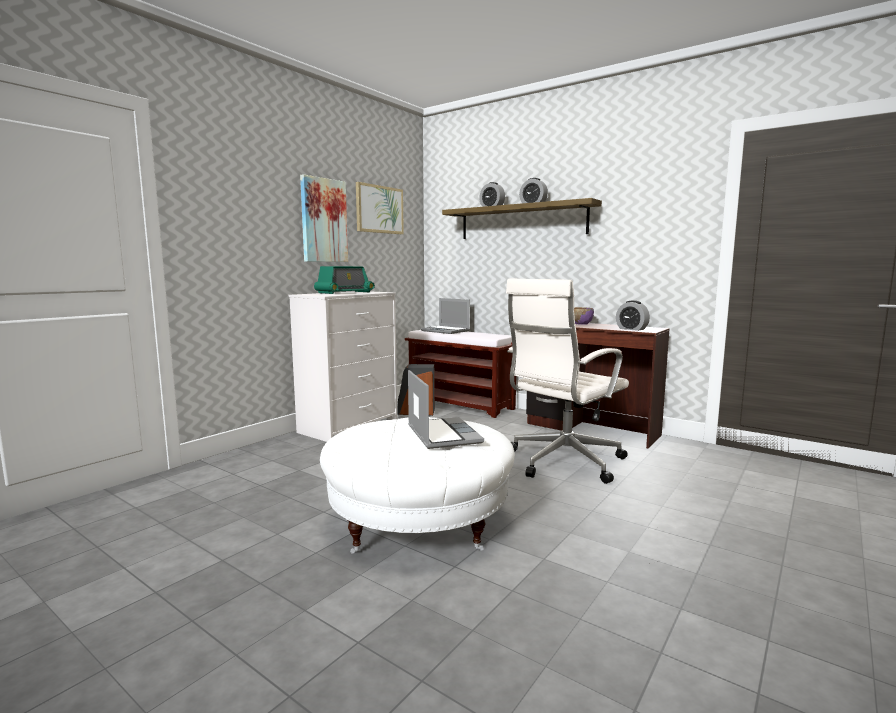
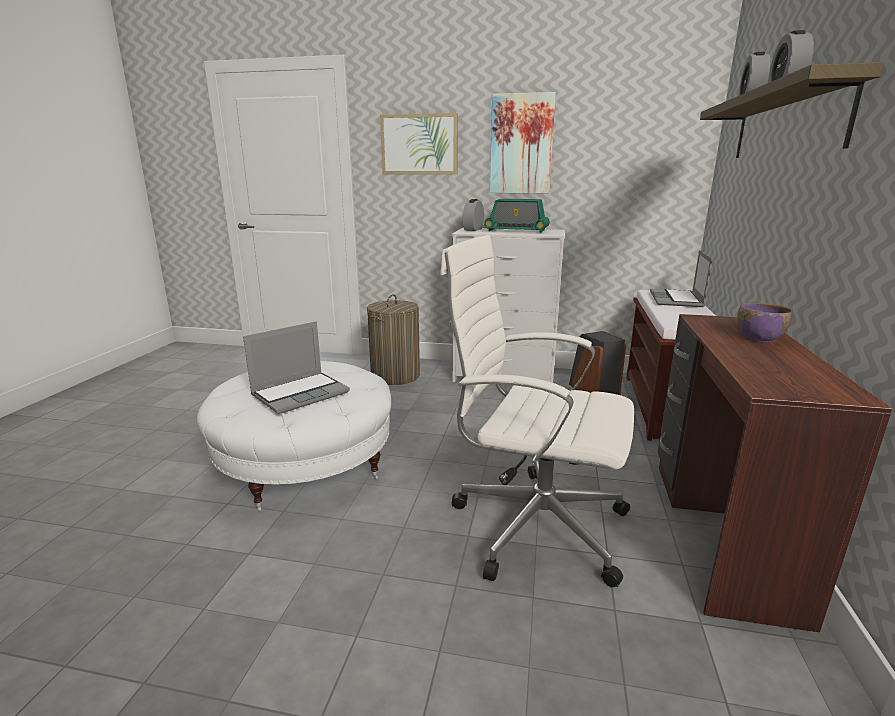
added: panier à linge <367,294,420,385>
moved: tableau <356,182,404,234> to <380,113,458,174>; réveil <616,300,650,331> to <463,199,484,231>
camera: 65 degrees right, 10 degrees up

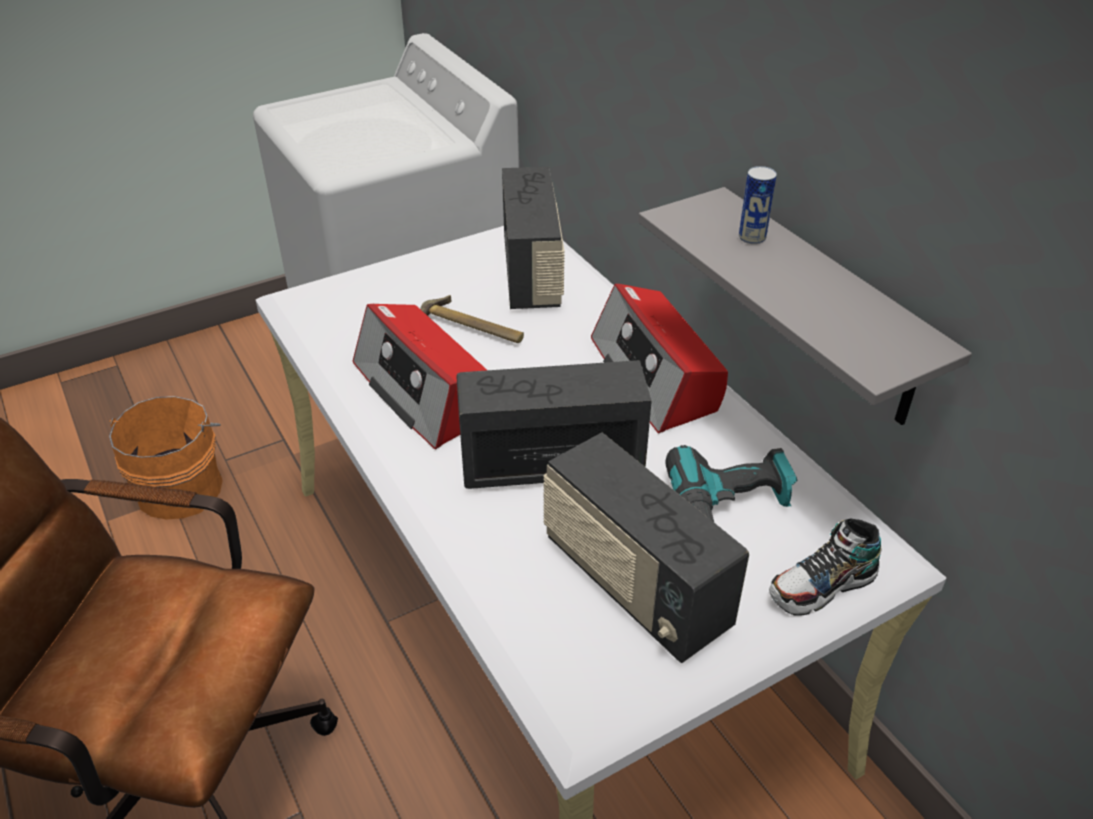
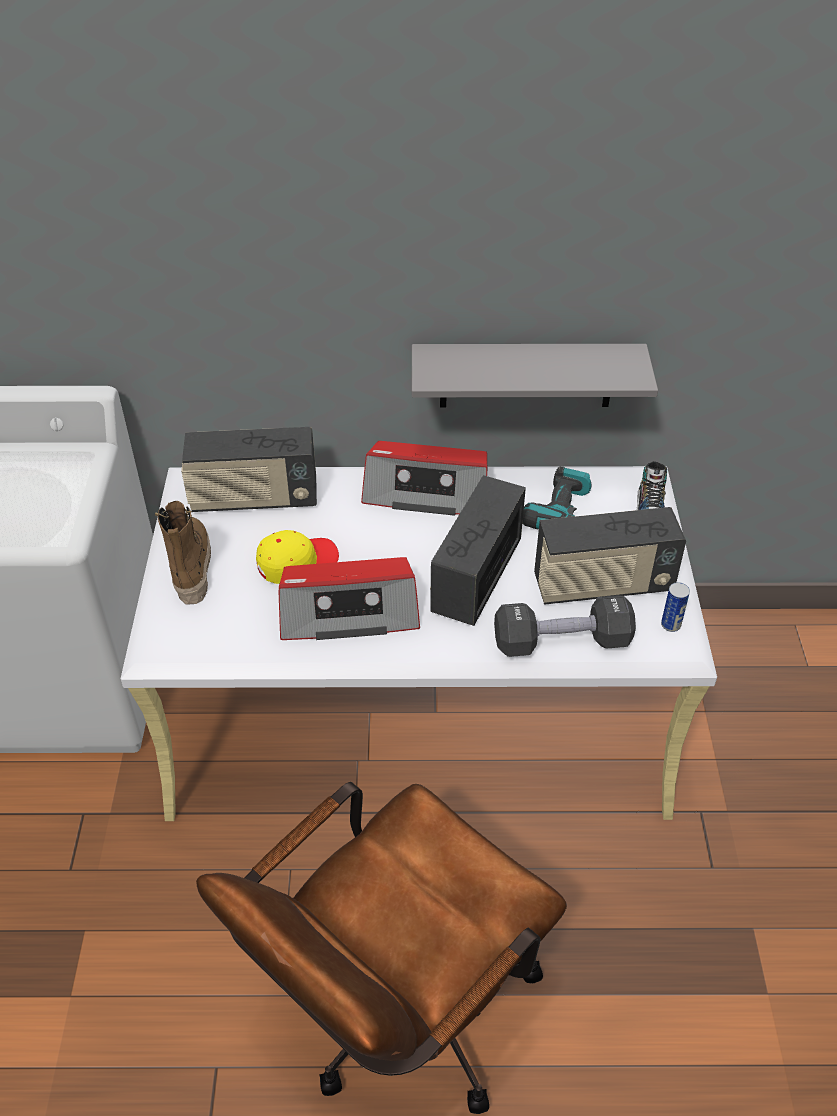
removed: seau (orange) <109,396,223,519>
added: botte <155,501,211,605>; haltère (noir) <494,595,636,657>
moved: boîte métallique <739,166,777,244> to <661,582,690,632>
replaced: marteau <420,295,524,343> to casquette (jaune) <256,530,339,584>
turned: radio <502,167,565,309> = <181,427,317,512> 150 degrees clockwise
camera: 60 degrees left, 5 degrees up

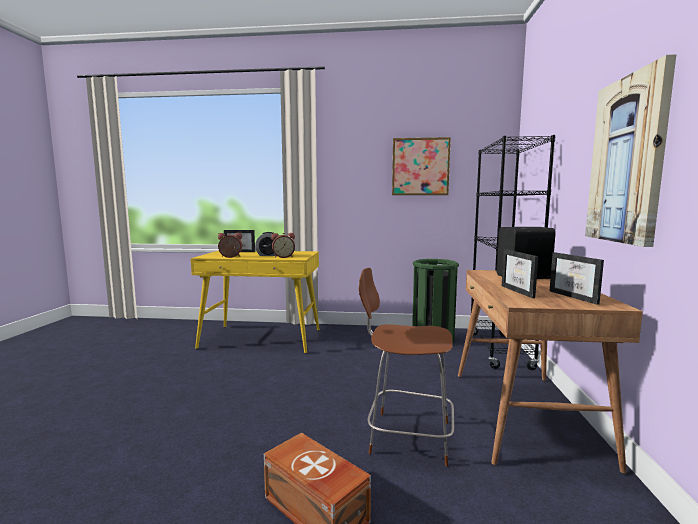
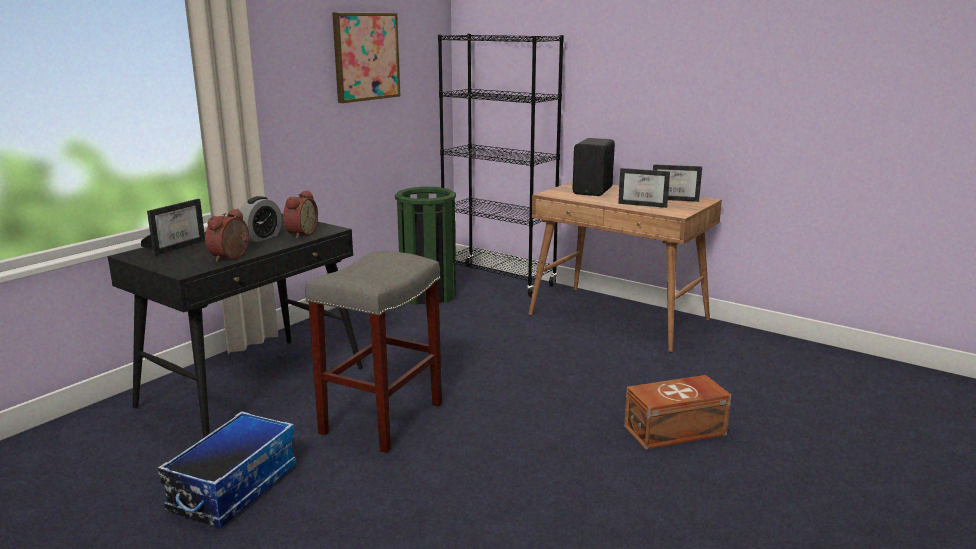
removed: tableau <585,54,676,247>; chaise (marron) <359,268,454,467>
added: tabouret (gris) <305,251,442,453>; boîte de rangement <158,411,296,528>
recoloured: bureau (jaune) <191,250,320,354> to bureau (noir) <107,214,363,438>
camera: 60 degrees left, 10 degrees up

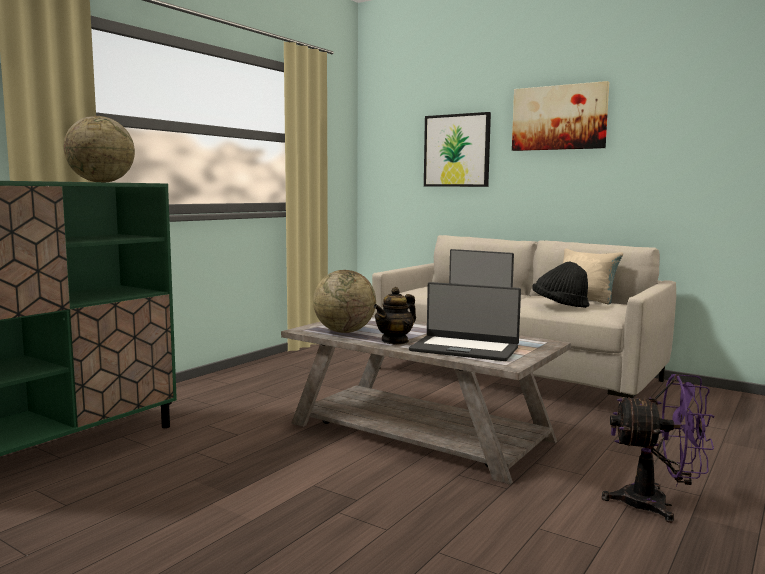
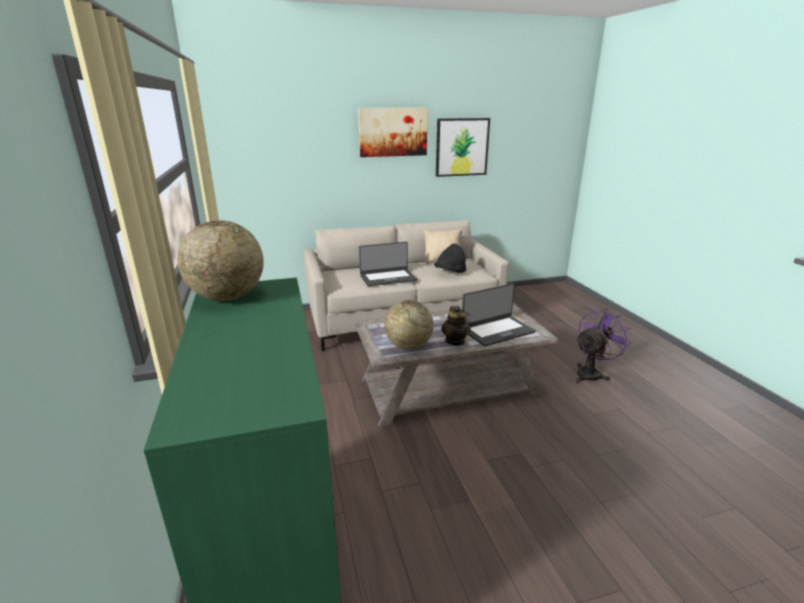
moved: tableau <424,112,491,187> to <436,118,490,177>
camera: 50 degrees left, 15 degrees up

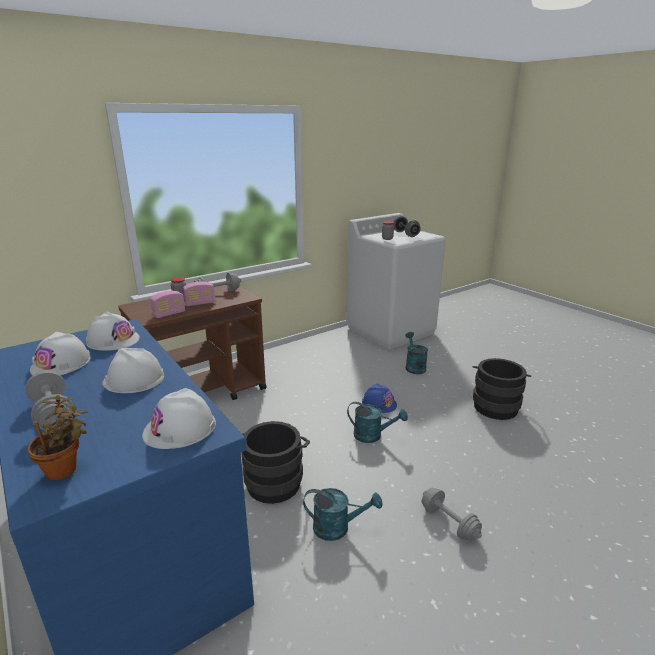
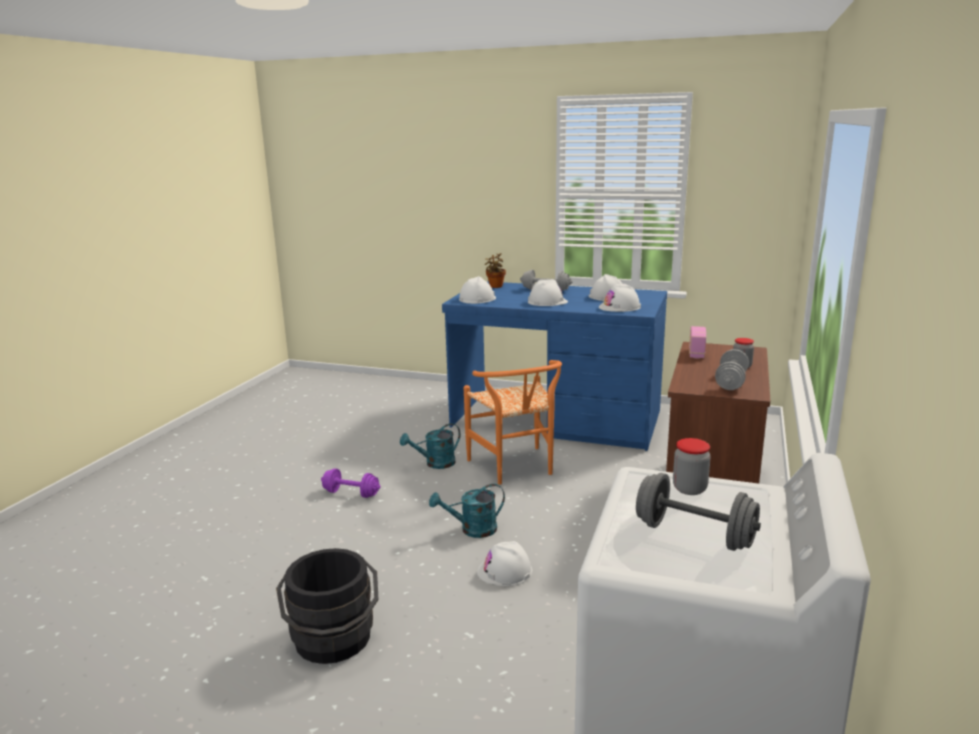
removed: radio <183,281,215,306>; arrosoir (turquoise) <405,332,428,374>
replaced: seau (noir) <241,421,310,504> to chaise (orange) <464,360,562,485>
recoloured: casque de chantier (bleu) <362,383,397,413> to casque de chantier (blanc) <477,541,533,586>; haltère (gris) <422,488,482,542> to haltère (violet) <321,468,381,498>
camera: 145 degrees right, 5 degrees down

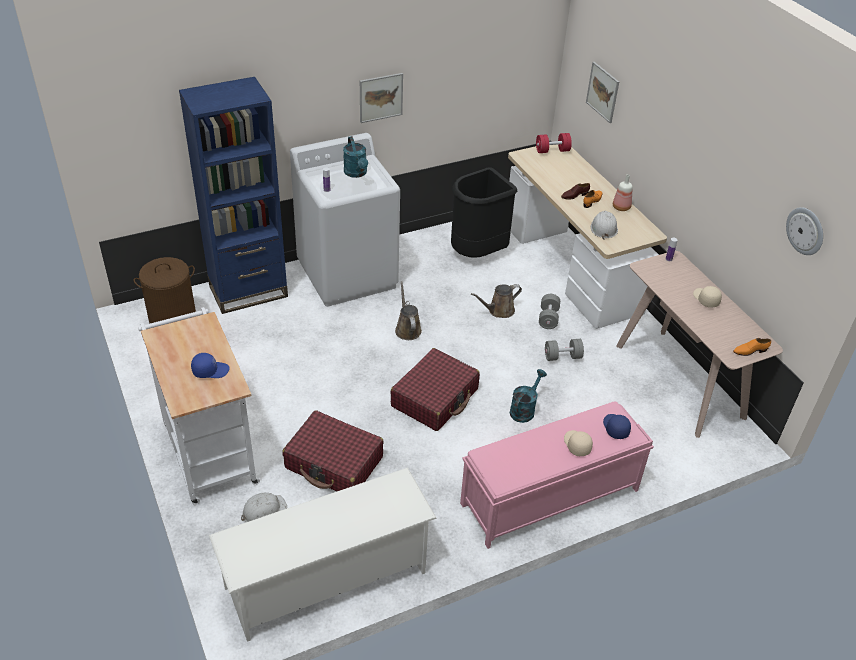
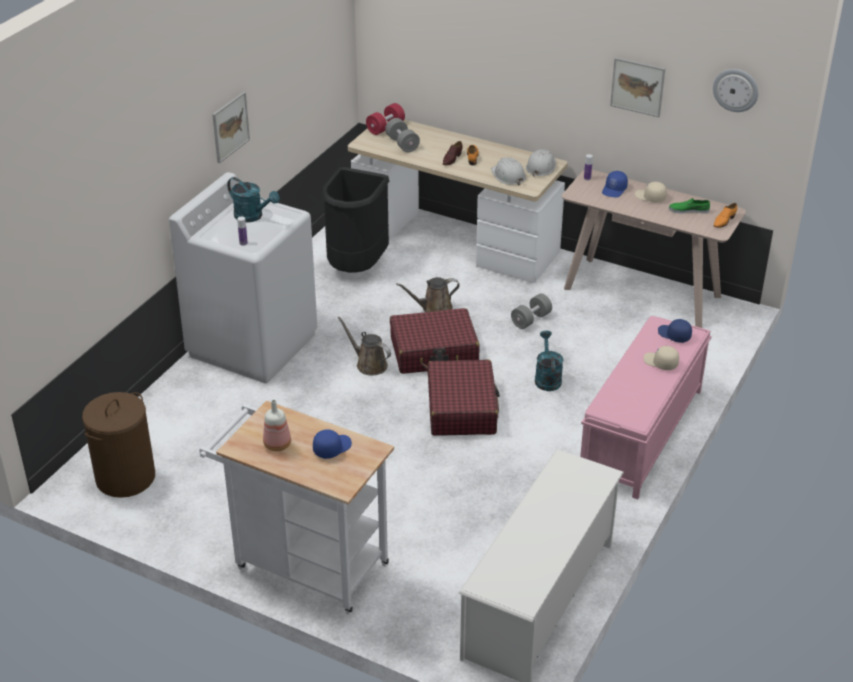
removed: bibliothèque (bleu) <179,77,288,314>
added: casquette (bleu) <602,171,628,198>; chaussure (vert) <669,198,710,214>
moved: tableau <586,62,619,123> to <610,57,665,117>; bouteille <613,174,633,211> to <263,400,291,451>; haltère (gris) <539,294,560,329> to <385,118,420,152>; valise (rouge) <282,410,384,492> to <390,308,480,374>; casque de chantier (blanc) <241,493,287,522> to <526,149,556,177>
turned: arrosoir (marron) <471,284,522,318> = <396,277,460,312> 45 degrees clockwise
camera: 35 degrees left, 5 degrees down

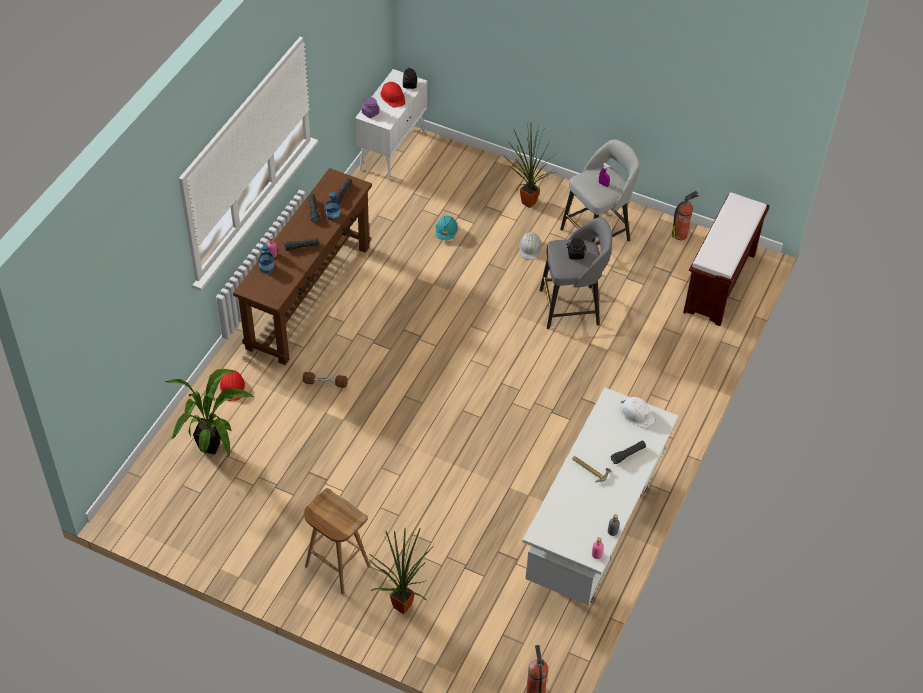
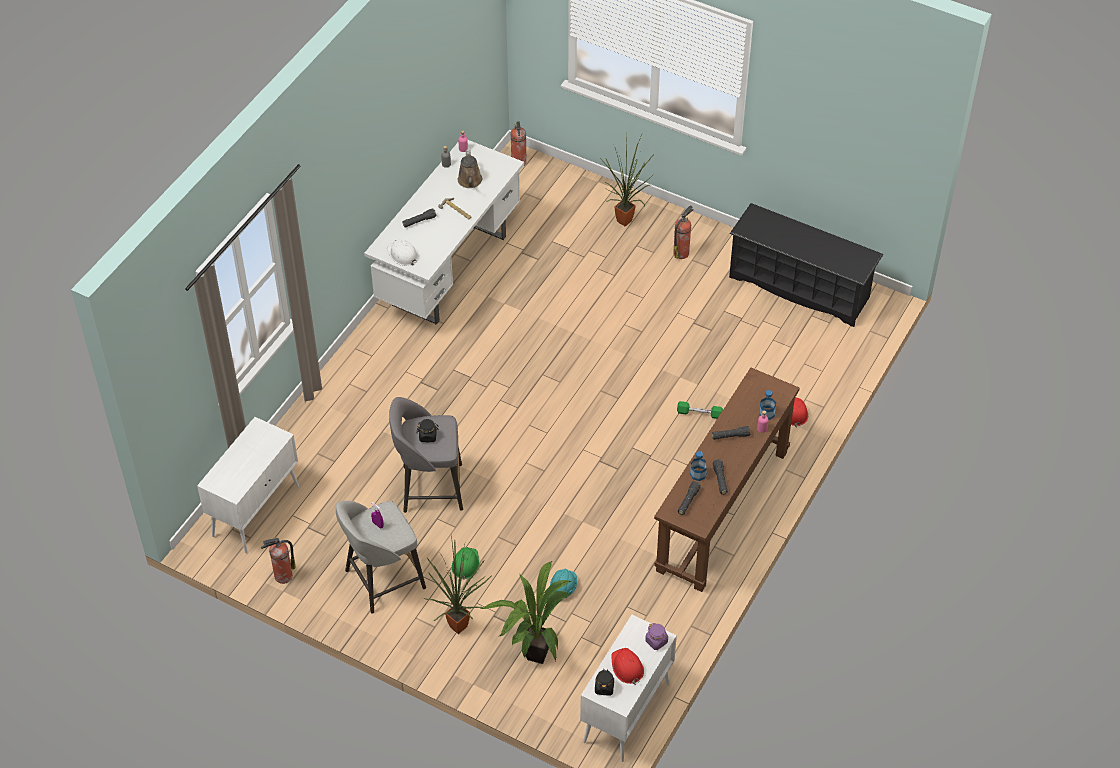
added: arrosoir (marron) <458,150,482,188>; étagère à chaussures (noir) <729,203,883,327>
moved: plante en pot <166,369,254,458> to <480,561,572,664>
replaced: banc (marron) <683,192,770,326> to meuble de rangement (blanc) <197,417,299,553>; tabouret (marron) <304,488,371,595> to extincteur <673,205,694,259>
recoloured: casque de chantier (blanc) <519,232,542,260> to casque de chantier (vert) <452,547,479,581>; haltère (marron) <303,372,348,388> to haltère (vert) <677,401,723,419>
camera: 175 degrees left, 0 degrees up

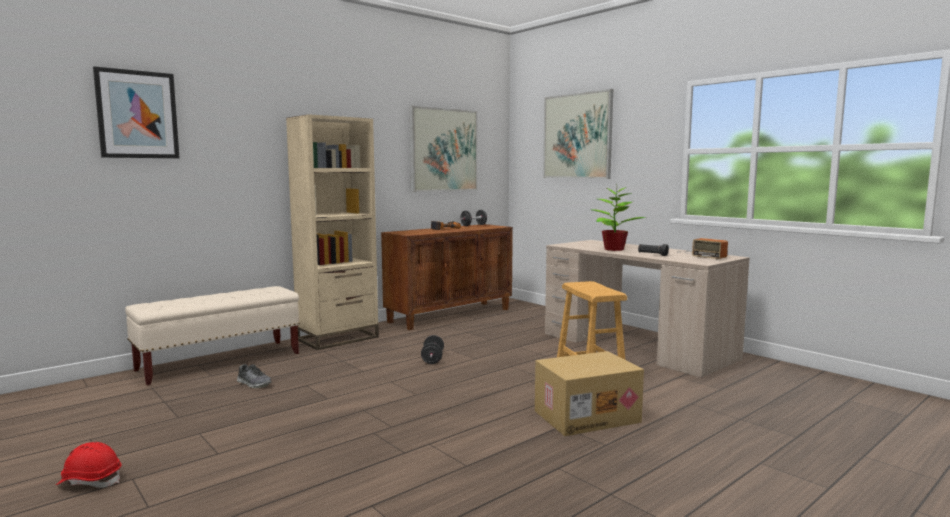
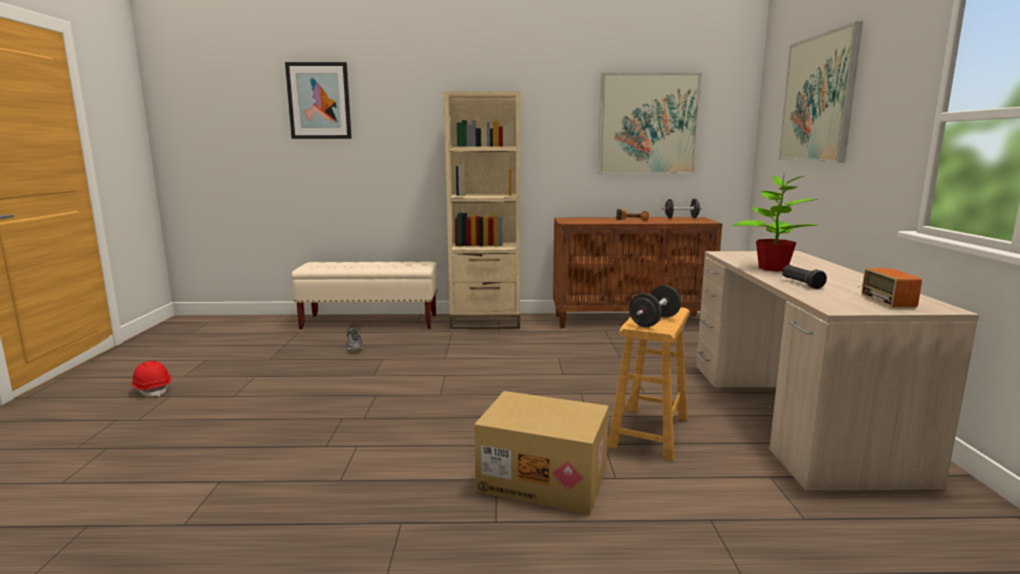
moved: haltère (noir) <421,335,444,364> to <629,285,681,327>
camera: 40 degrees right, 5 degrees up

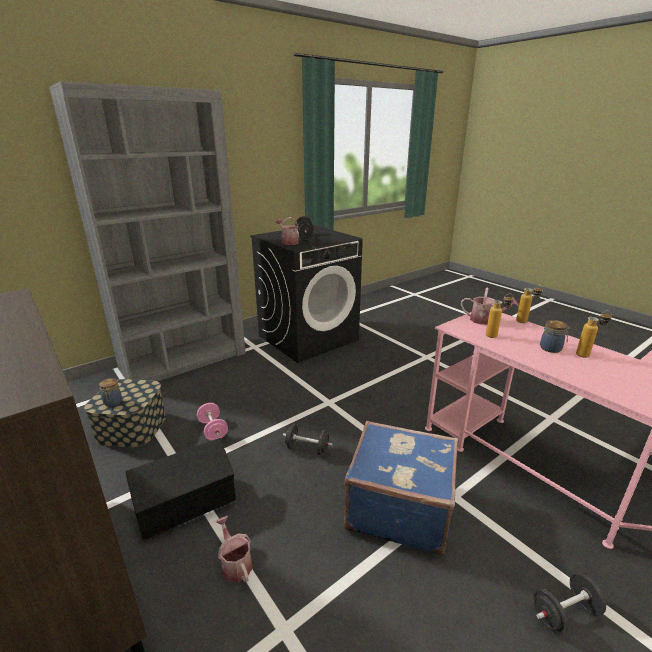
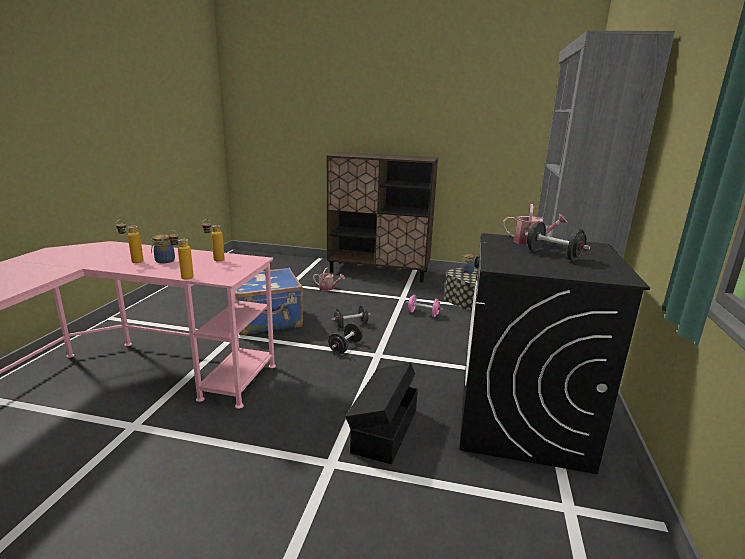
removed: arrosoir <461,287,519,325>
moved: boîte de rangement (noir) <126,438,236,540> to <345,363,418,464>; haltère (noir) <533,573,606,634> to <328,323,363,354>
camera: 140 degrees right, 5 degrees down

